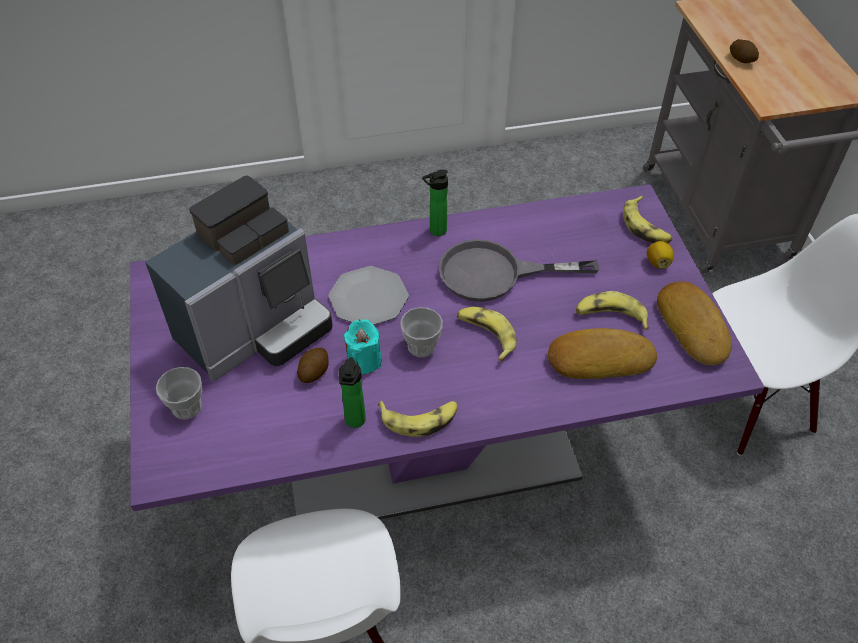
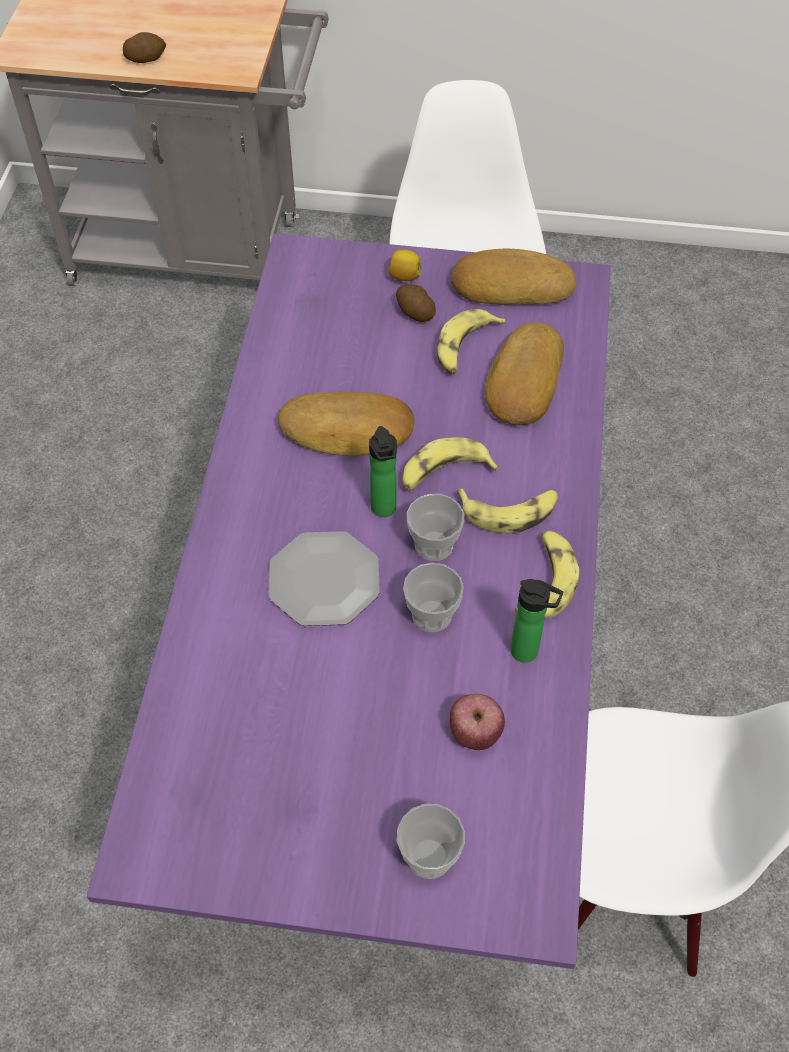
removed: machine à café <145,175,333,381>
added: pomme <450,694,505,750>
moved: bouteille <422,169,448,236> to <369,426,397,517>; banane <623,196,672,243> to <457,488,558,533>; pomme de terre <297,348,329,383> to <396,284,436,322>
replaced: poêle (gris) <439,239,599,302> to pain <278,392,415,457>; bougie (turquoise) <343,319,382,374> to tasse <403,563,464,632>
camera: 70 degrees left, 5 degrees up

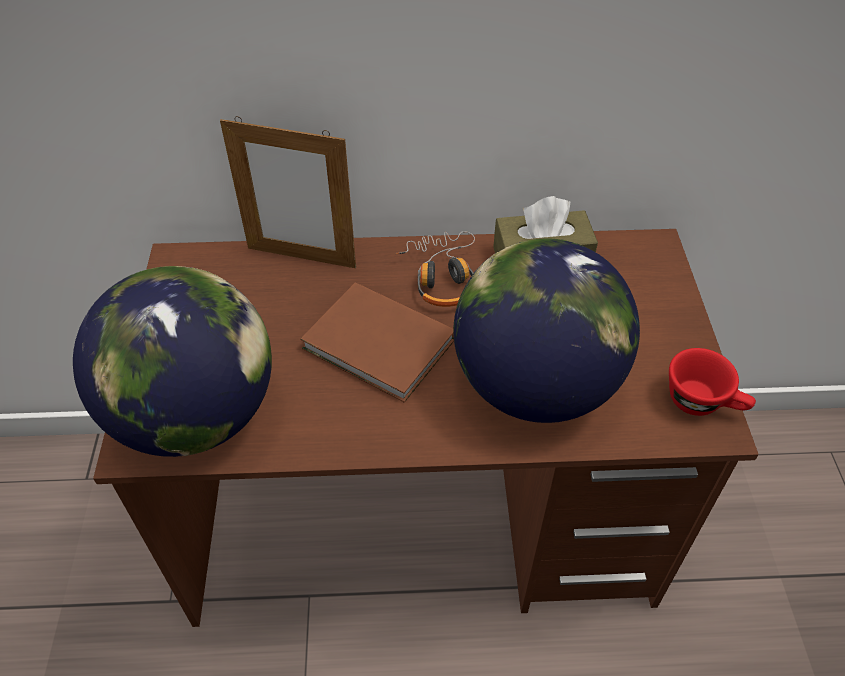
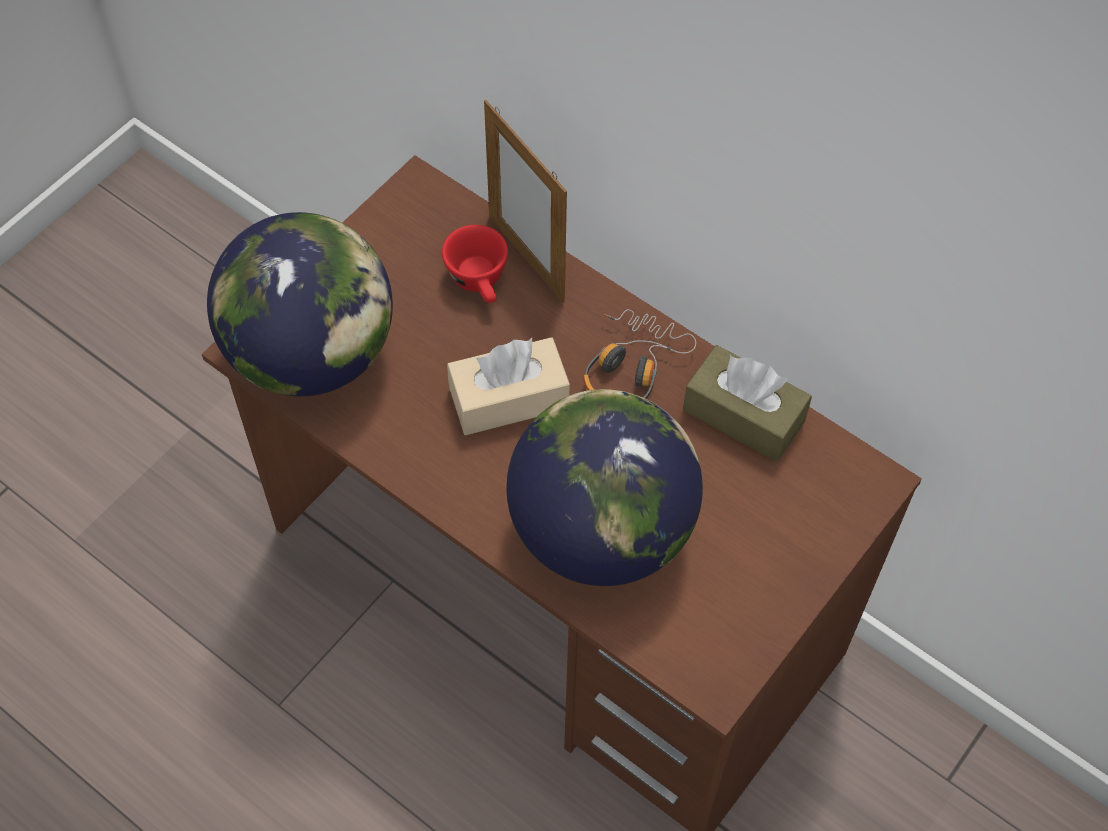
moved: tasse (rouge) <669,348,756,416> to <442,225,508,303>
replaced: livre (marron) <300,282,454,403> to boîte à mouchoirs (beige) <447,337,570,435>
camera: 40 degrees right, 10 degrees up

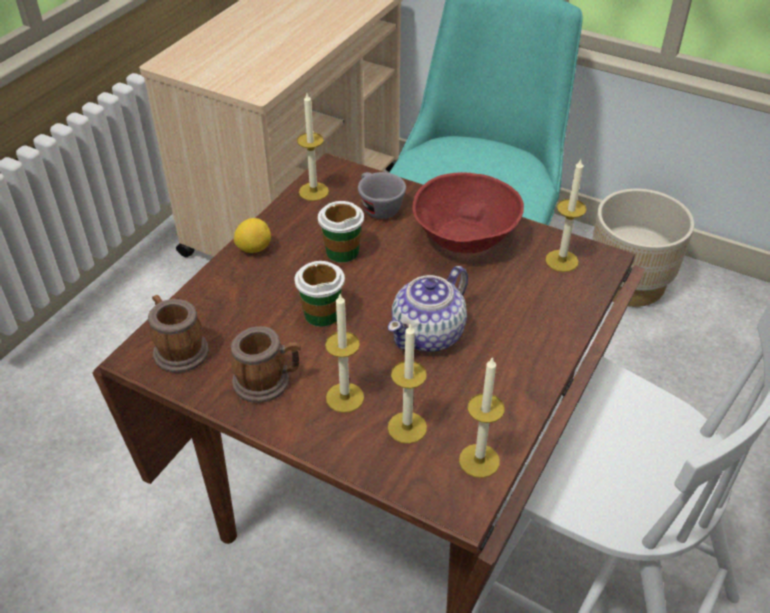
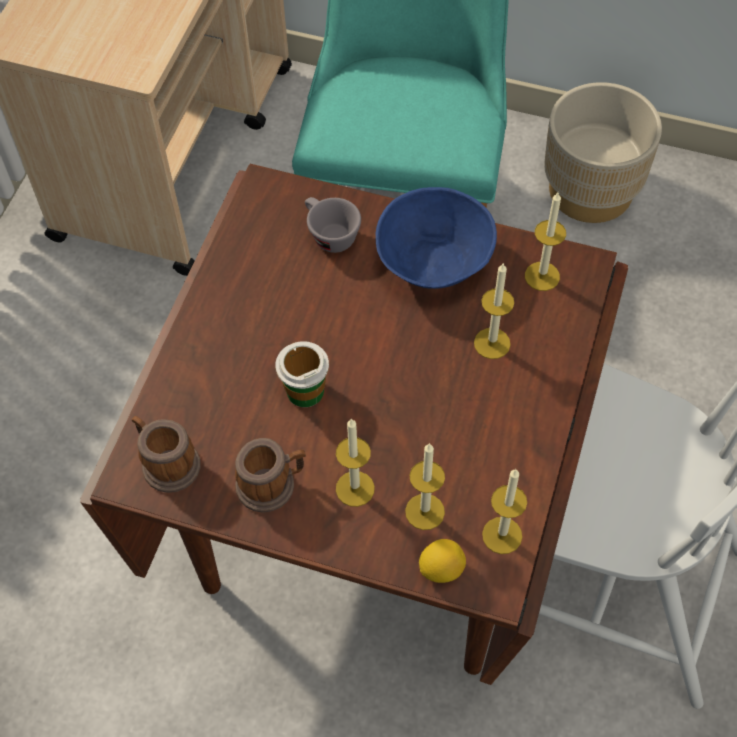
removed: tasse <318,201,364,263>; théière <388,266,468,352>
moved: bougie <297,93,329,201> to <474,264,514,359>; citron <234,218,271,253> to <419,539,466,583>
recoloured: bol (rouge) <412,172,524,254> to bol (bleu) <376,187,497,289>
camera: 10 degrees left, 15 degrees up

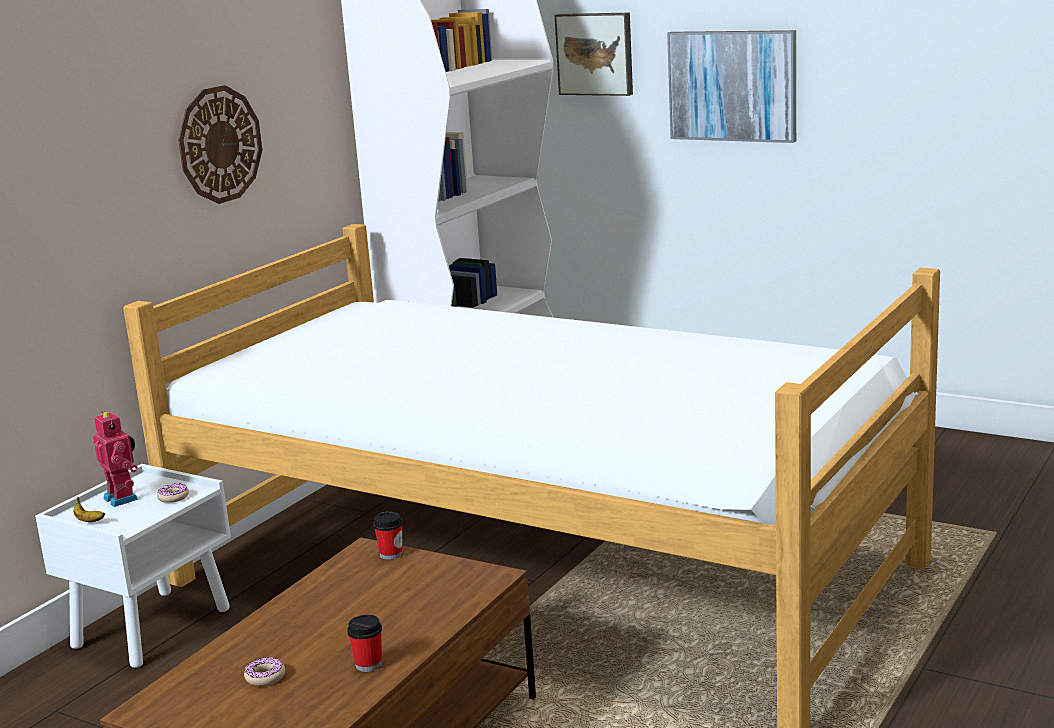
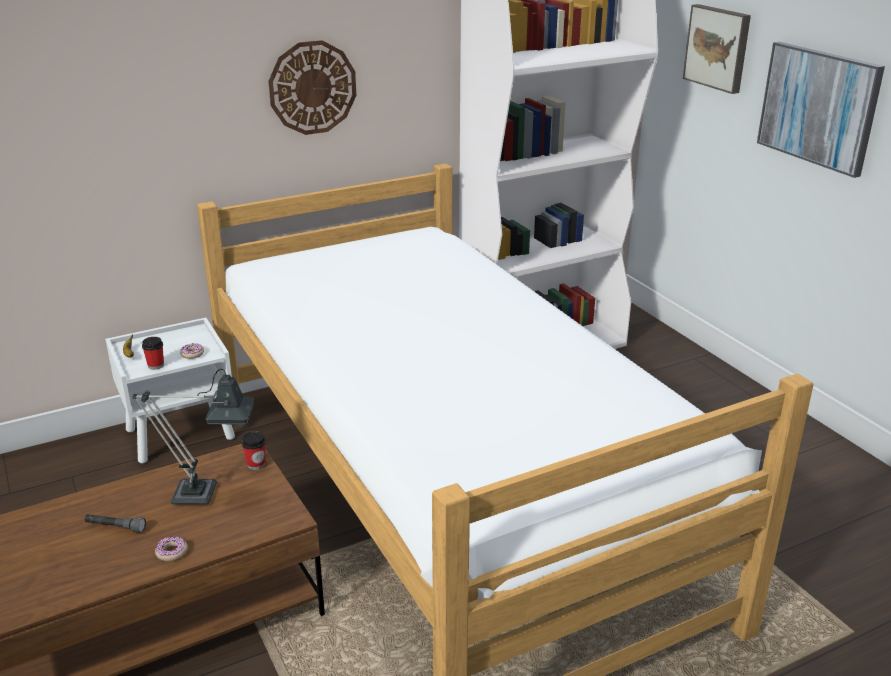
removed: robot jouet <93,411,138,507>
added: lampe de table <132,369,254,505>; lampe de poche (gris) <84,514,146,533>
moved: tasse <347,615,382,672> to <142,337,164,370>; beignet <244,657,285,686> to <155,536,188,561>
camera: 30 degrees right, 10 degrees up

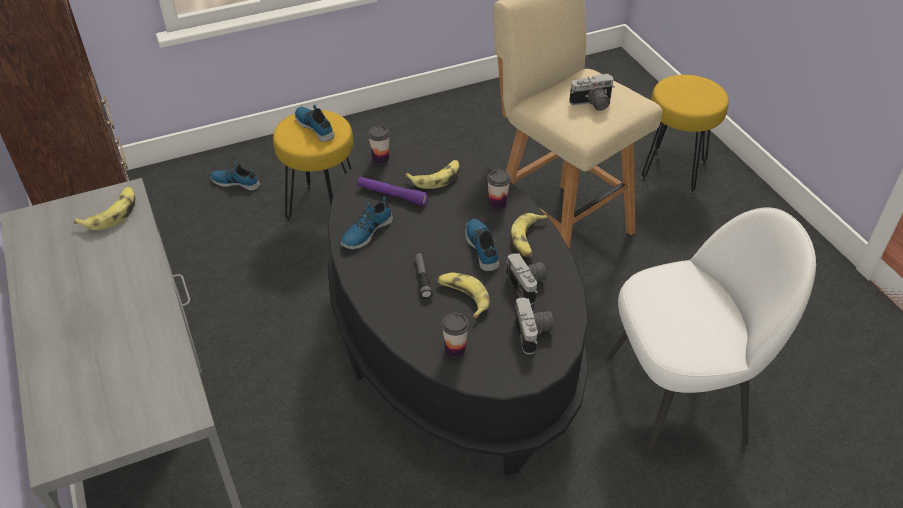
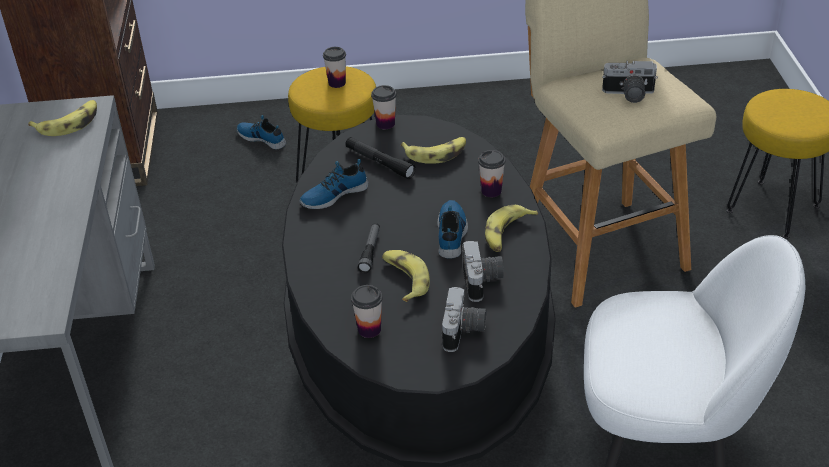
replaced: chaussure <295,105,335,142> to tasse <323,47,346,88>
recoloured: lampe de poche (violet) <357,176,428,206> to lampe de poche (noir) <345,137,416,179>
camera: 20 degrees right, 5 degrees down

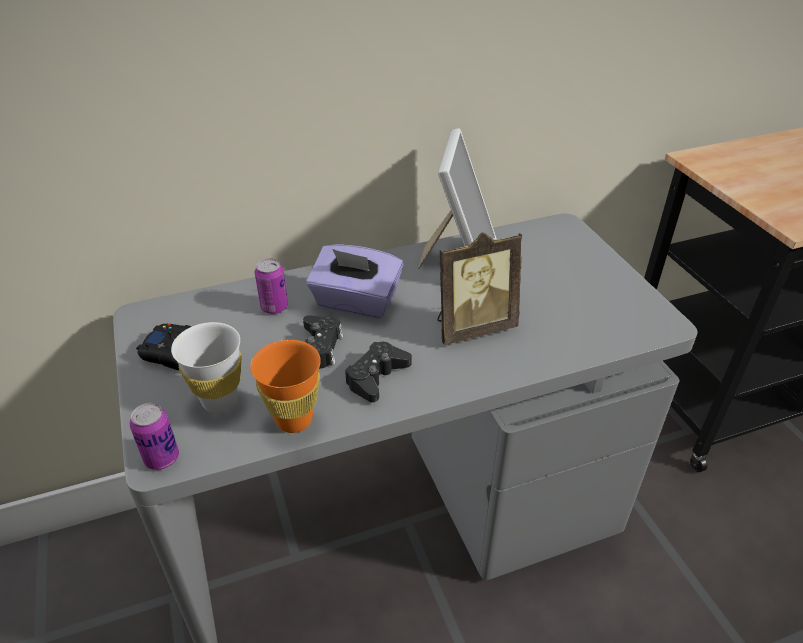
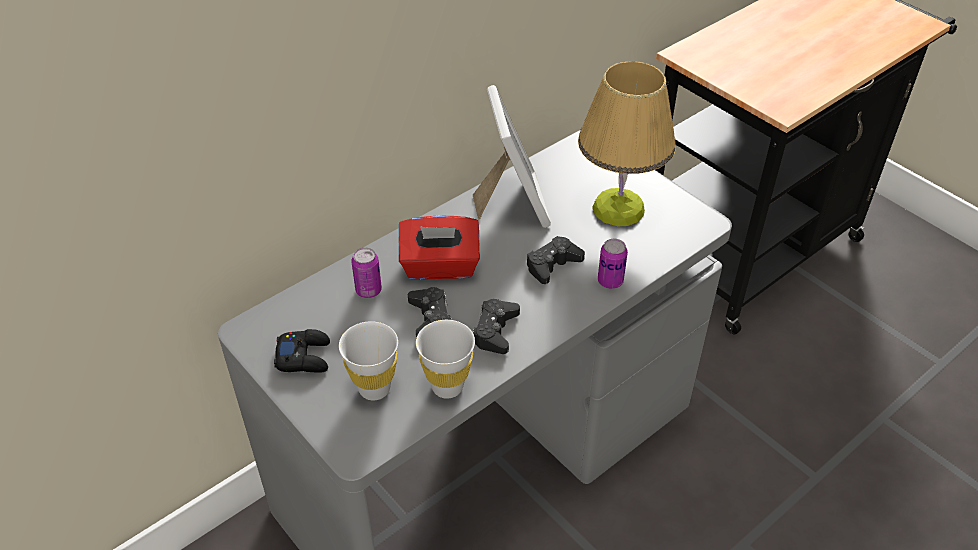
added: lampe de table <578,61,676,226>
moved: boîte métallique <129,403,179,470> to <598,239,628,289>
replaced: cadre photo <437,232,522,345> to manette (noir) <526,236,585,284>
recoloured: boîte à mouchoirs (violet) <306,244,403,319> to boîte à mouchoirs (rouge) <399,215,480,280>; tasse (orange) <250,340,321,433> to tasse (blanc) <416,320,475,399>
camera: 20 degrees left, 5 degrees up

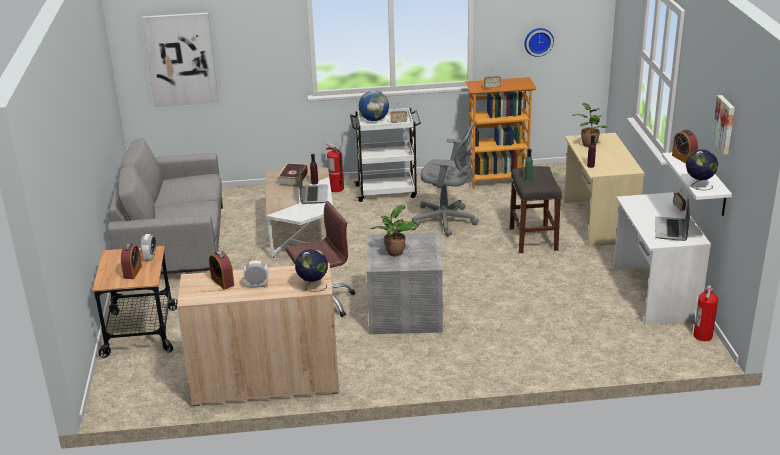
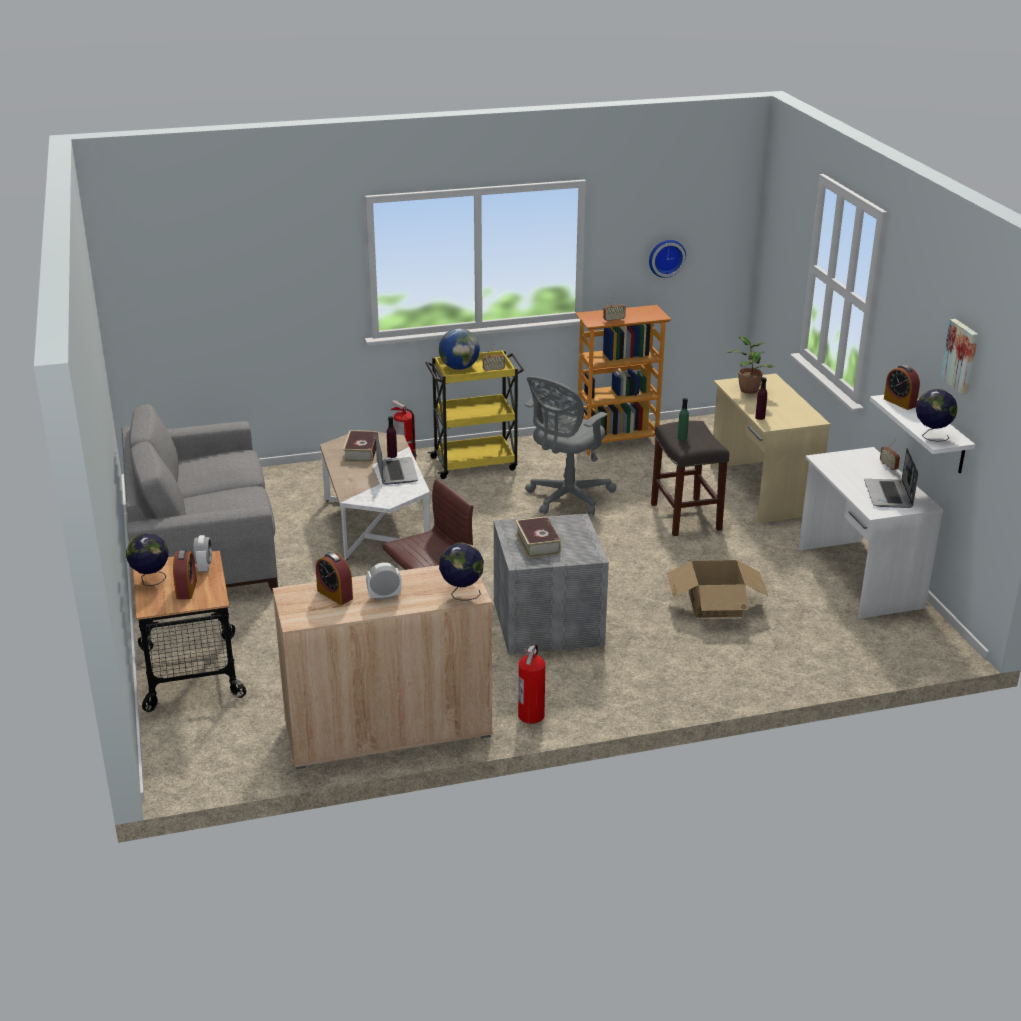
removed: tableau <142,13,219,107>
added: globe <126,533,169,586>; carton <667,560,768,618>
moved: extincteur <693,284,718,341> to <518,644,545,724>
replaced: plante en pot <370,205,418,256> to livre <515,516,561,558>
recoloured: chariot (blanc) <350,108,421,202> to chariot (jaune) <426,350,524,479>
turned: chaise de bureau (gris) <412,121,479,236> = <525,376,617,515> 120 degrees clockwise
camera: 10 degrees left, 0 degrees up

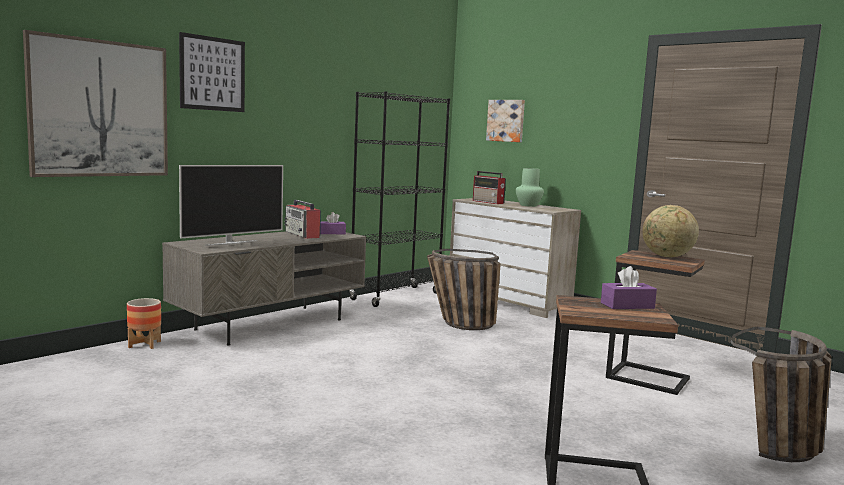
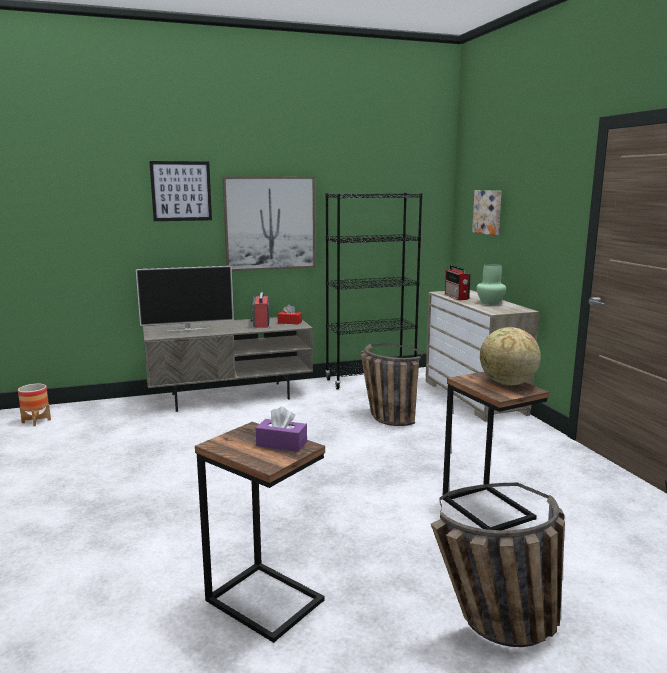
moved: tableau <23,30,168,177> to <223,176,315,271>; cache-pot <127,298,161,349> to <18,384,51,426>
recoloured: boîte à mouchoirs (violet) <320,212,346,234> to boîte à mouchoirs (rouge) <278,304,302,325>
camera: 30 degrees right, 5 degrees up

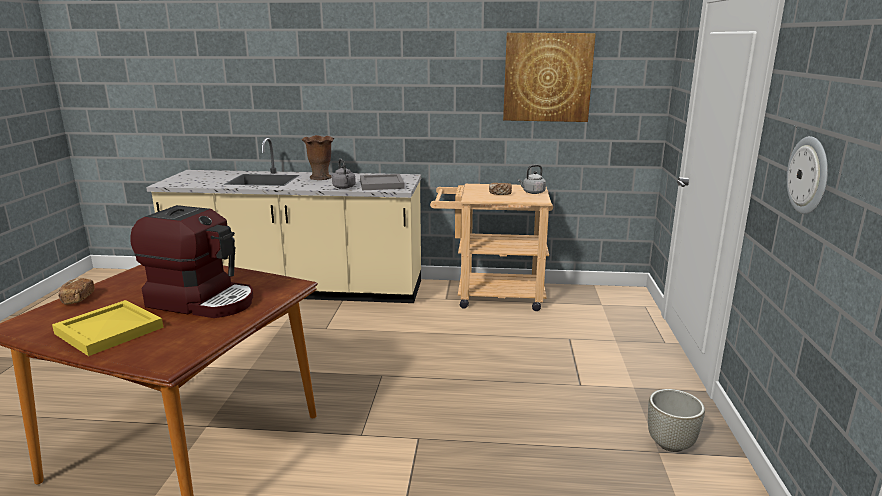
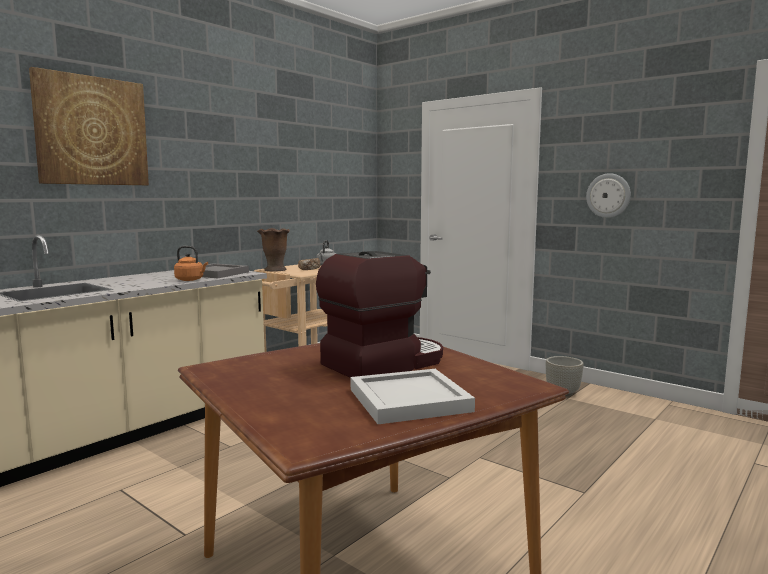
removed: pain <58,278,95,305>
moved: tableau <503,33,596,122> to <29,67,149,185>; vase (marron) <302,135,334,180> to <257,228,290,272>
recoloured: bouilloire (gris) <332,159,356,189> to bouilloire (orange) <174,246,208,281>; plateau (jaune) <52,300,164,356> to plateau (blanc) <351,369,475,424>
camera: 55 degrees left, 10 degrees down

